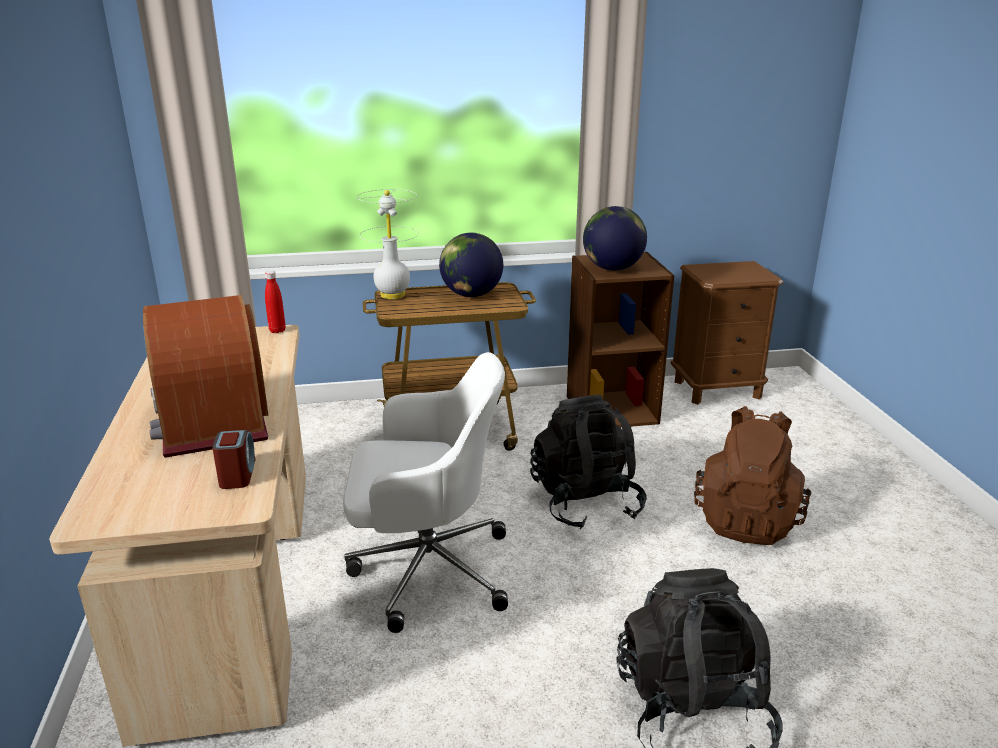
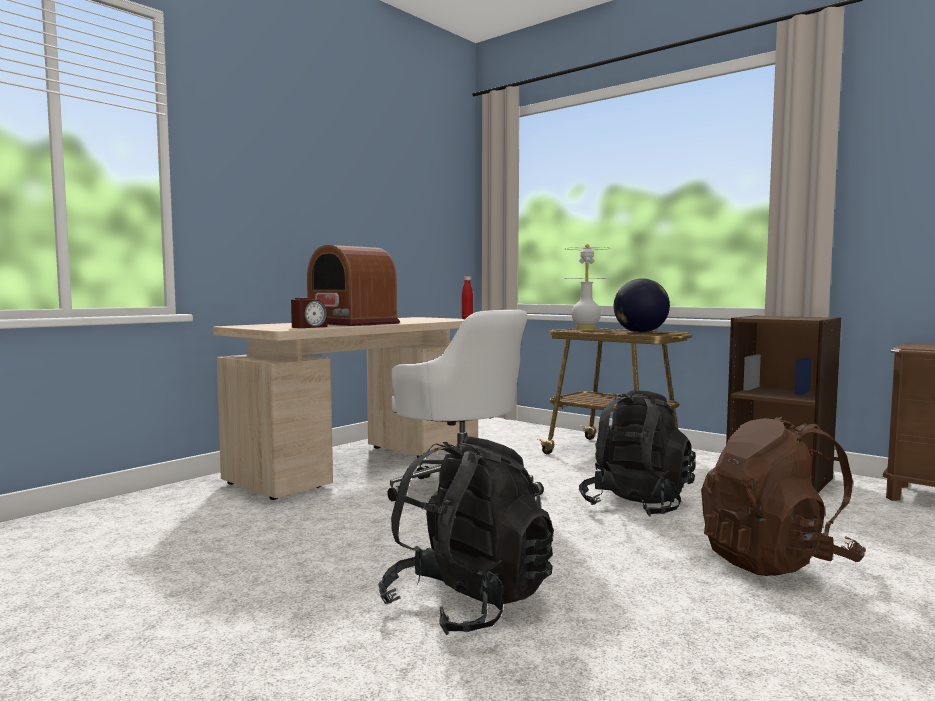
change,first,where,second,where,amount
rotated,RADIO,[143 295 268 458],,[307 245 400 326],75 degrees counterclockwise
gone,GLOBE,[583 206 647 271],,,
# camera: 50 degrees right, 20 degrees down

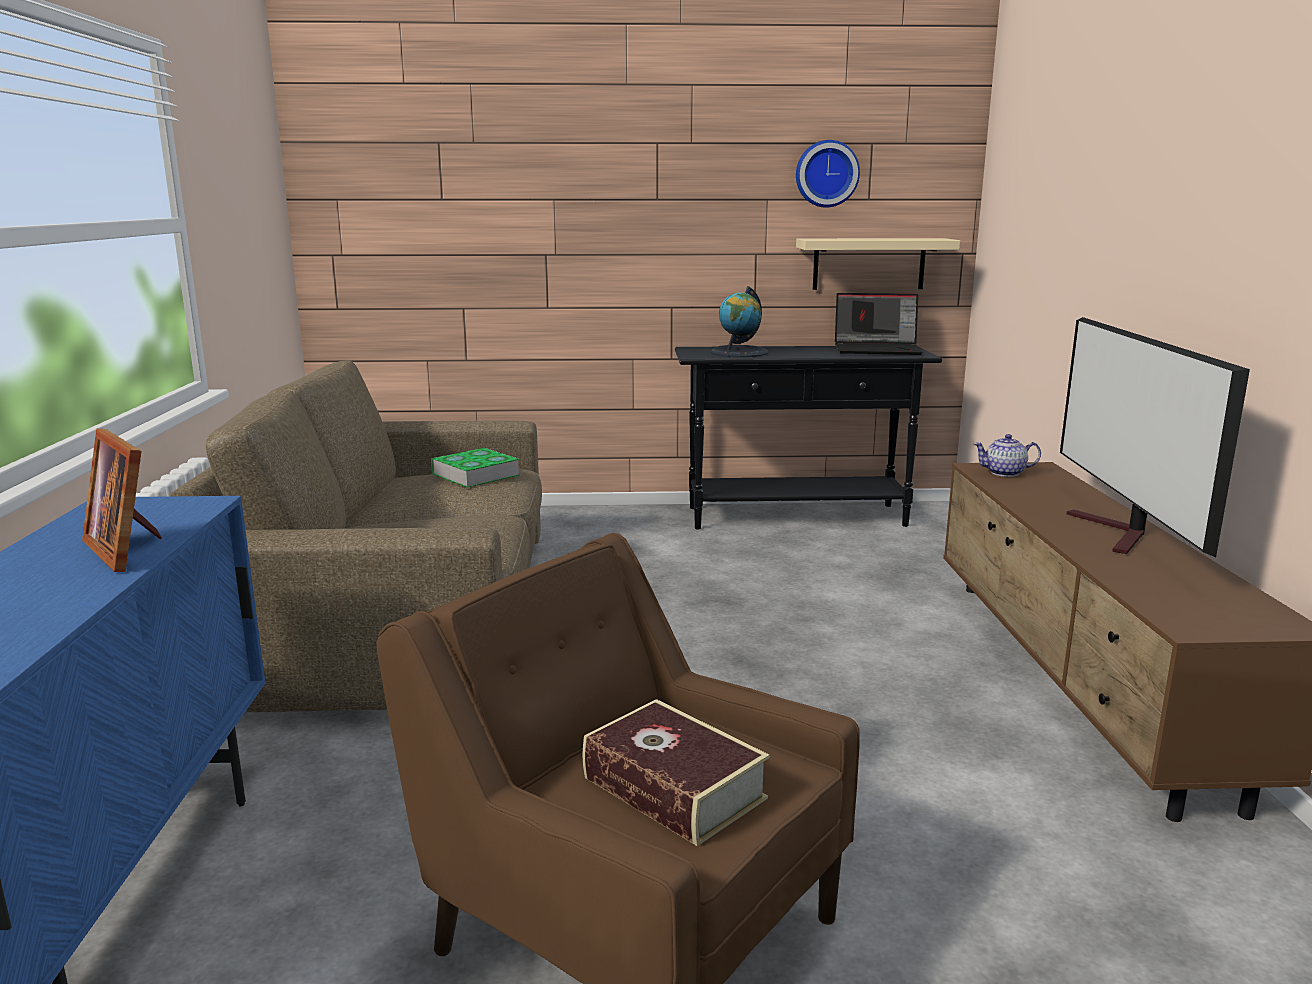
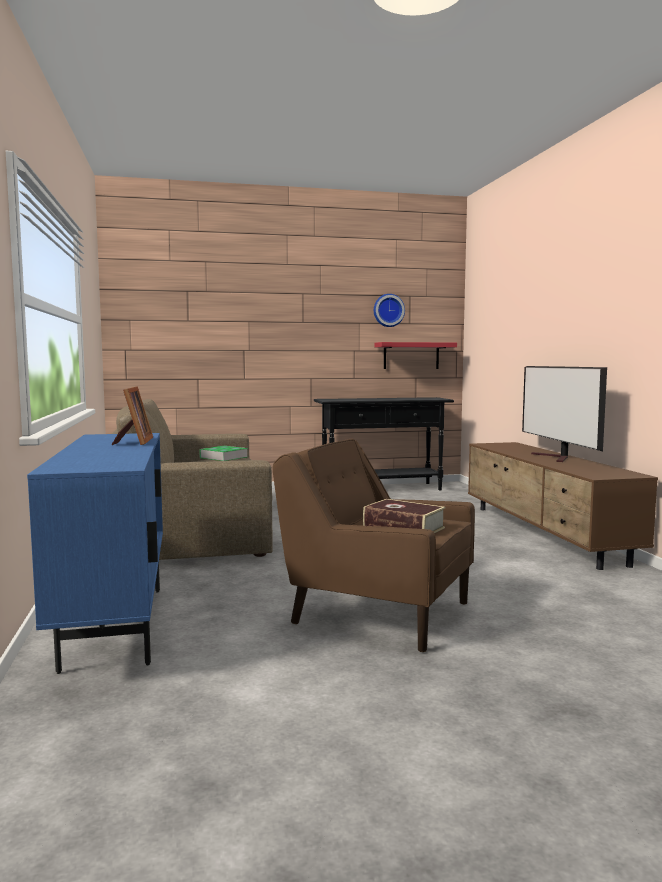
change,first,where,second,where,amount
rotated,PICTURE FRAME,[82 428 162 572],,[112 386 153 445],135 degrees counterclockwise
gone,GLOBE,[710 286 769 357],,,
repainted,BEIGE SHELF,[796 238 960 290],RED SHELF,[375 342 457 369],
gone,LAPTOP,[835 293 923 355],,,
gone,TEAPOT,[974 434 1041 477],,,
# camera: 10 degrees left, 10 degrees down

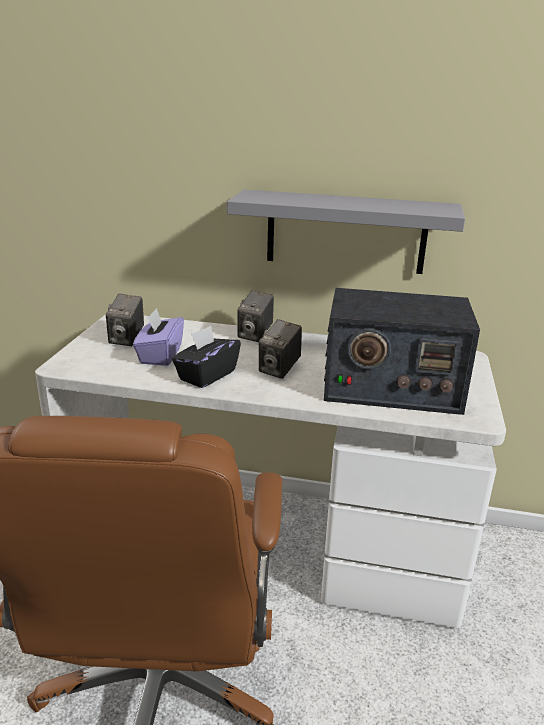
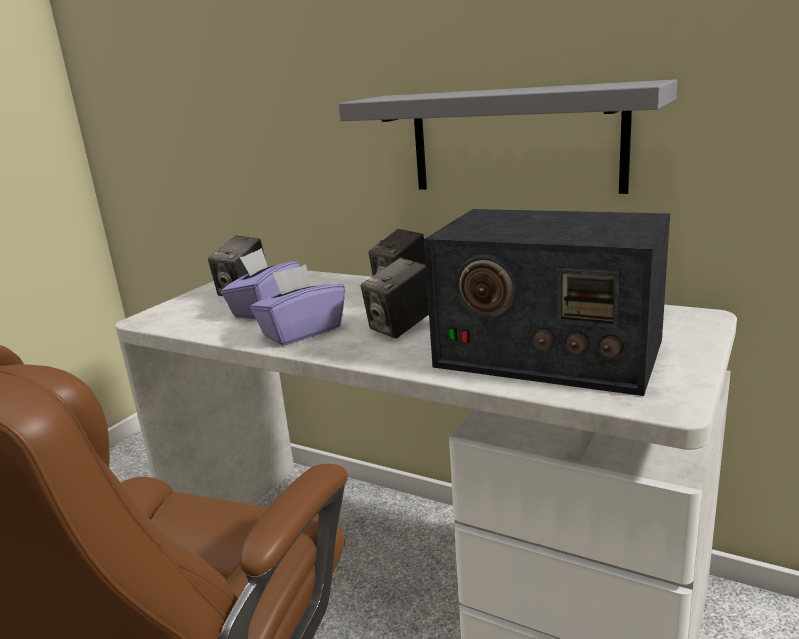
change,first,where,second,where,amount
repainted,BLACK TISSUE BOX,[172 326 241 388],PURPLE TISSUE BOX,[250 265 345 346],
# camera: 20 degrees right, 5 degrees down

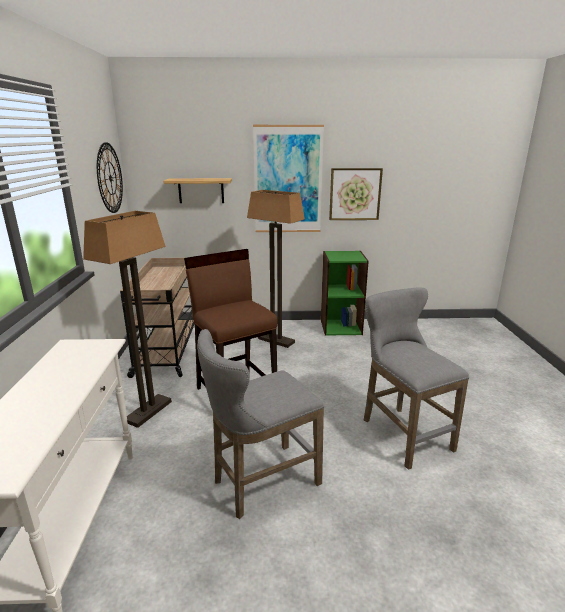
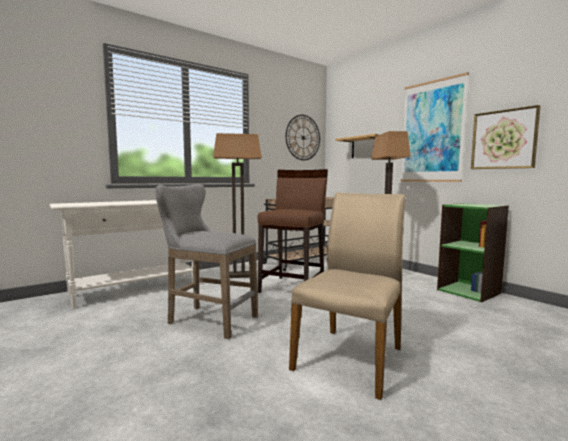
change,first,where,second,where,amount
swapped,GREY STOOL,[364 288 469 470],BEIGE CHAIR,[289 192 405 400],
# camera: 55 degrees right, 15 degrees down

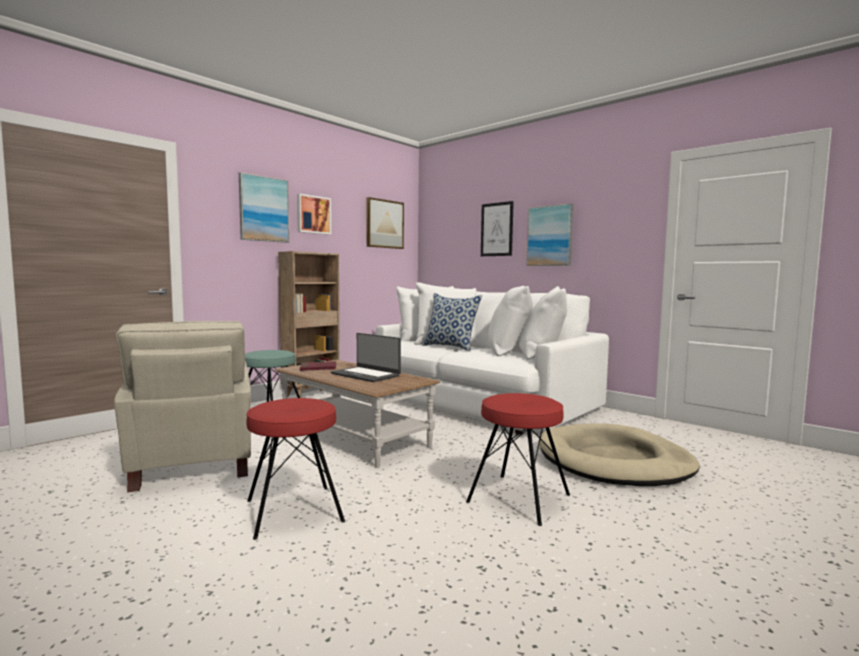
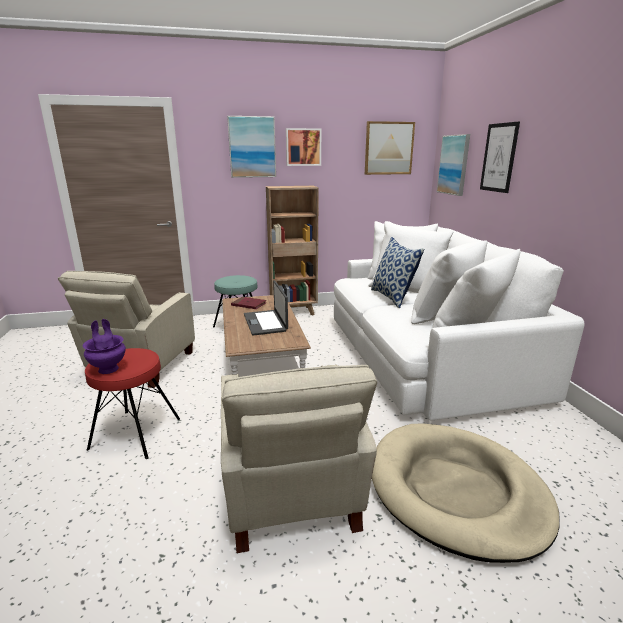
change,first,where,second,where,amount
swapped,RED STOOL,[466 393 570 526],BEIGE ARMCHAIR,[221 364 377 553],
shifted,PICTURE,[526 203 573 266],,[437 134 470 196],
new,,,PURPLE VASE,[83 319 126 374],
# camera: 35 degrees right, 15 degrees up

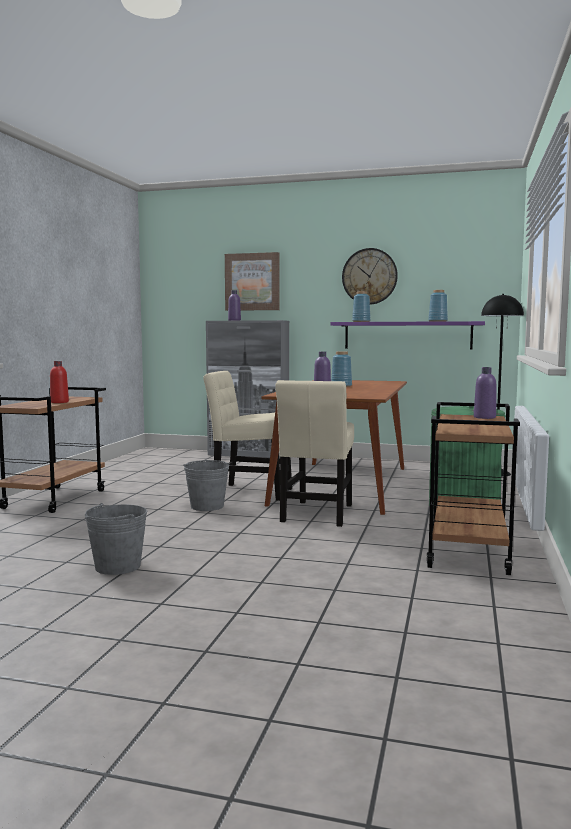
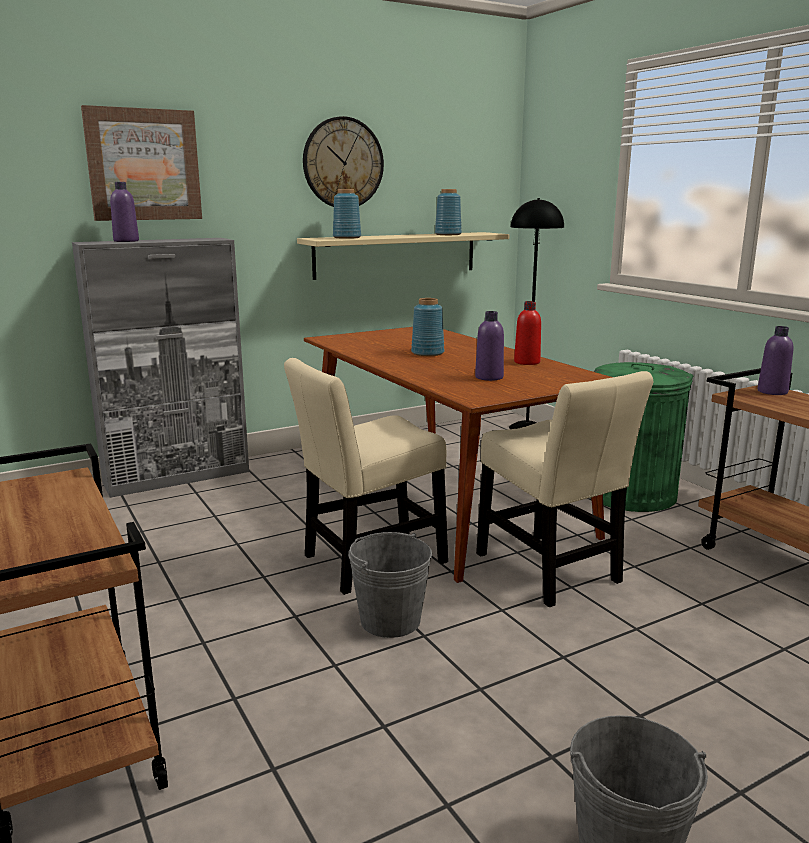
change,first,where,second,where,amount
shifted,RED BOTTLE,[50 361 69 403],,[514 301 541 365],
repainted,PURPLE SHELF,[330 321 485 349],BEIGE SHELF,[297 232 509 280],
# camera: 45 degrees left, 10 degrees up

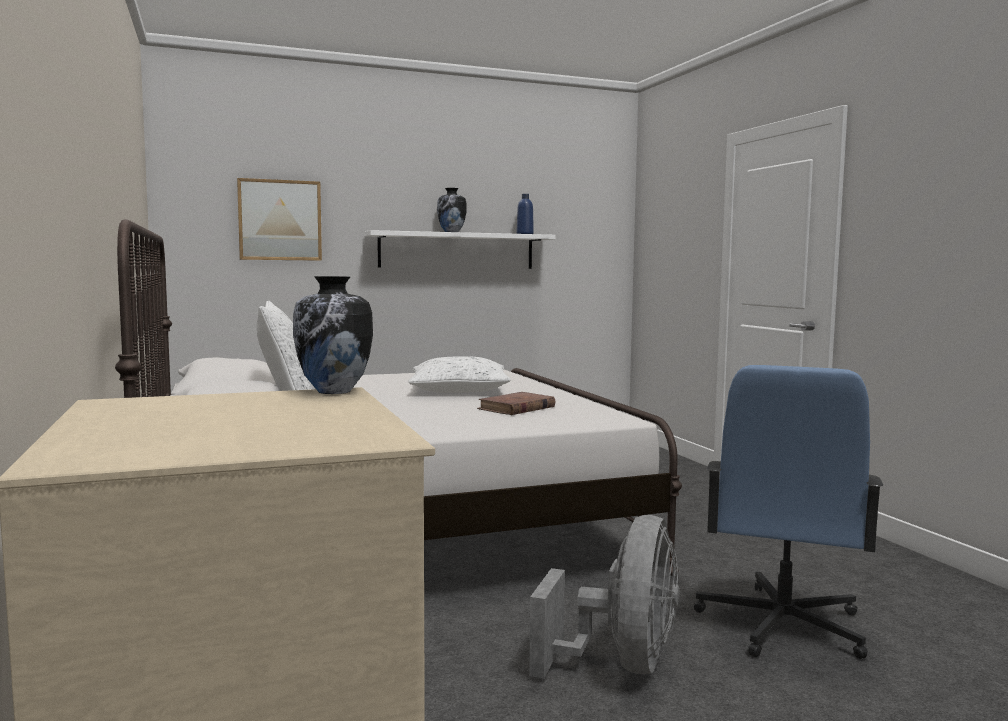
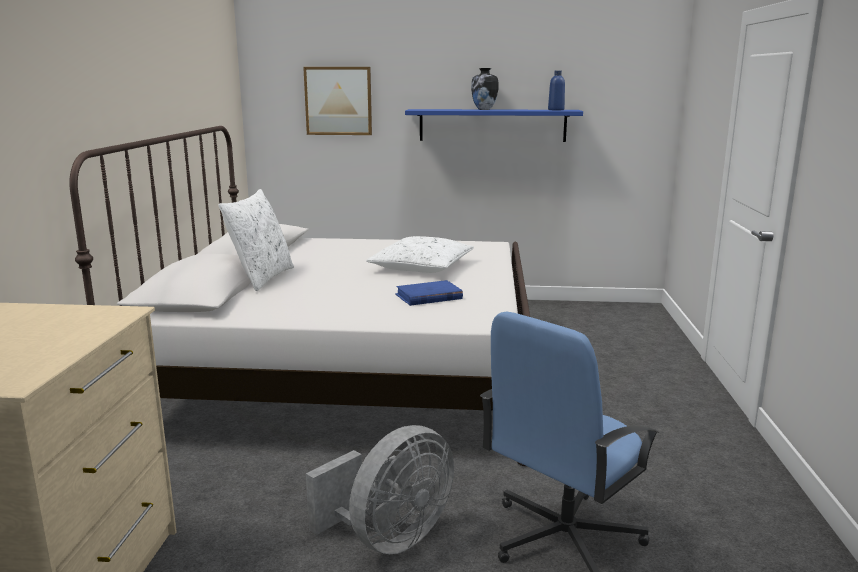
change,first,where,second,where,amount
gone,VASE,[293 276 373 394],,,
repainted,WHITE SHELF,[364 230 556 269],BLUE SHELF,[405 109 583 142],
repainted,BROWN BOOK,[477 392 555 415],BLUE BOOK,[395 280 463 306],
# camera: 25 degrees right, 10 degrees up

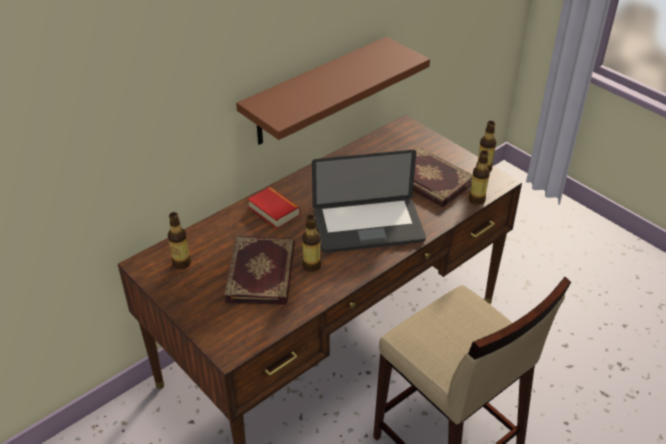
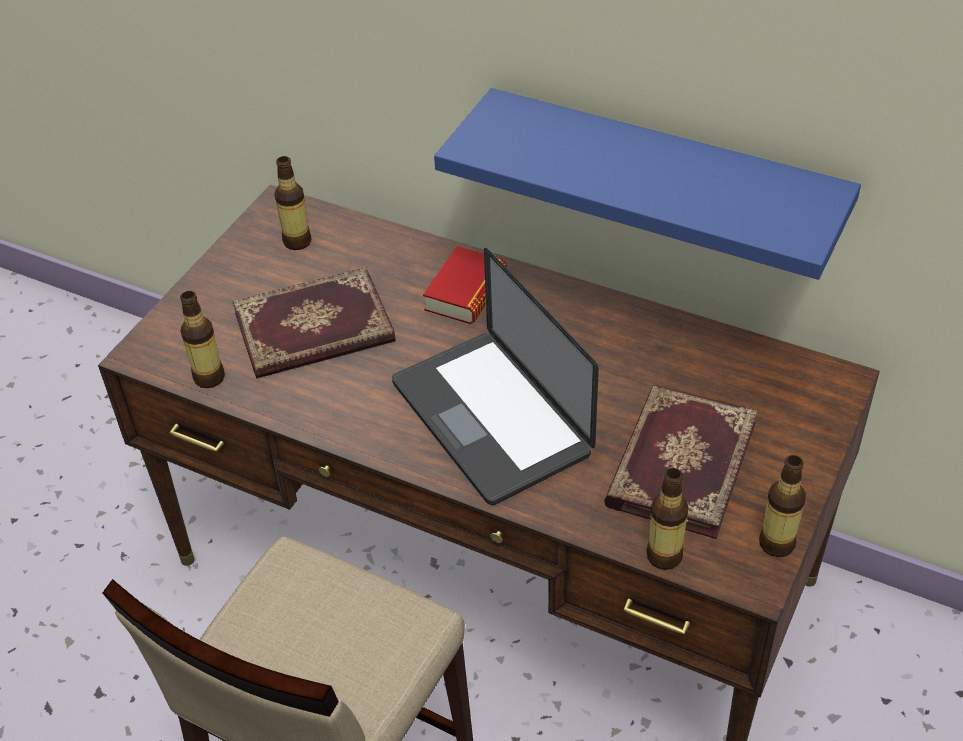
change,first,where,second,where,amount
repainted,BROWN SHELF,[236 37 430 145],BLUE SHELF,[434 88 861 280],
shifted,BOTTLE,[302 215 321 272],,[180 291 225 388],
# camera: 70 degrees right, 5 degrees up

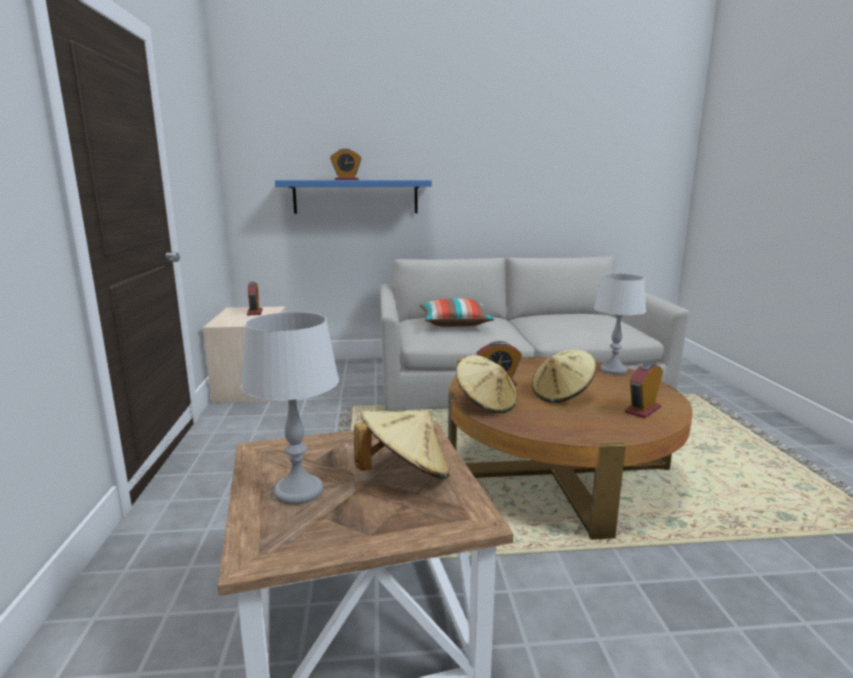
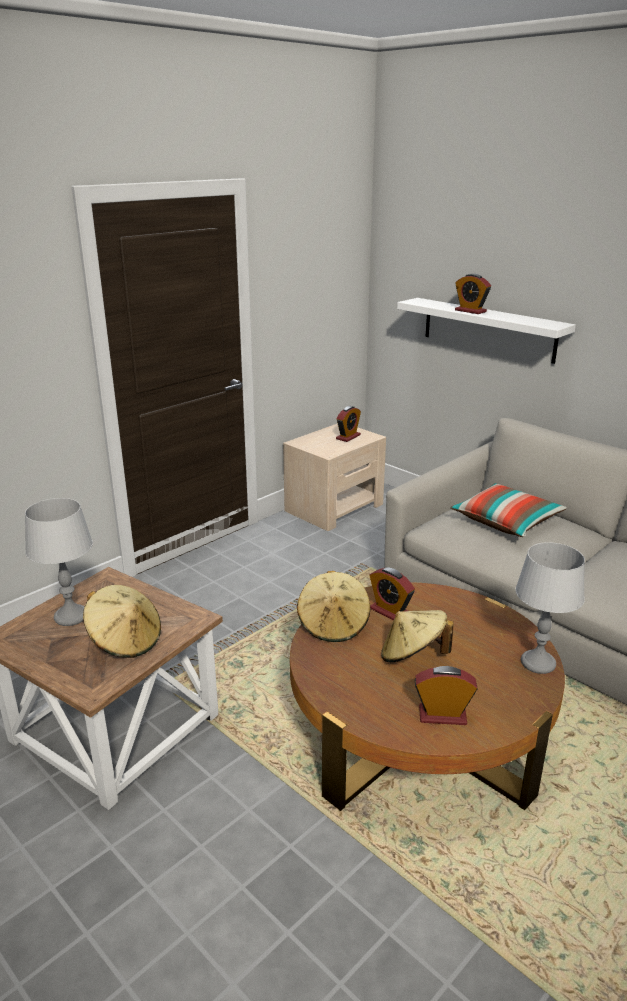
change,first,where,second,where,amount
repainted,BLUE SHELF,[275 180 432 214],WHITE SHELF,[397 298 576 364],
# camera: 50 degrees right, 10 degrees up

